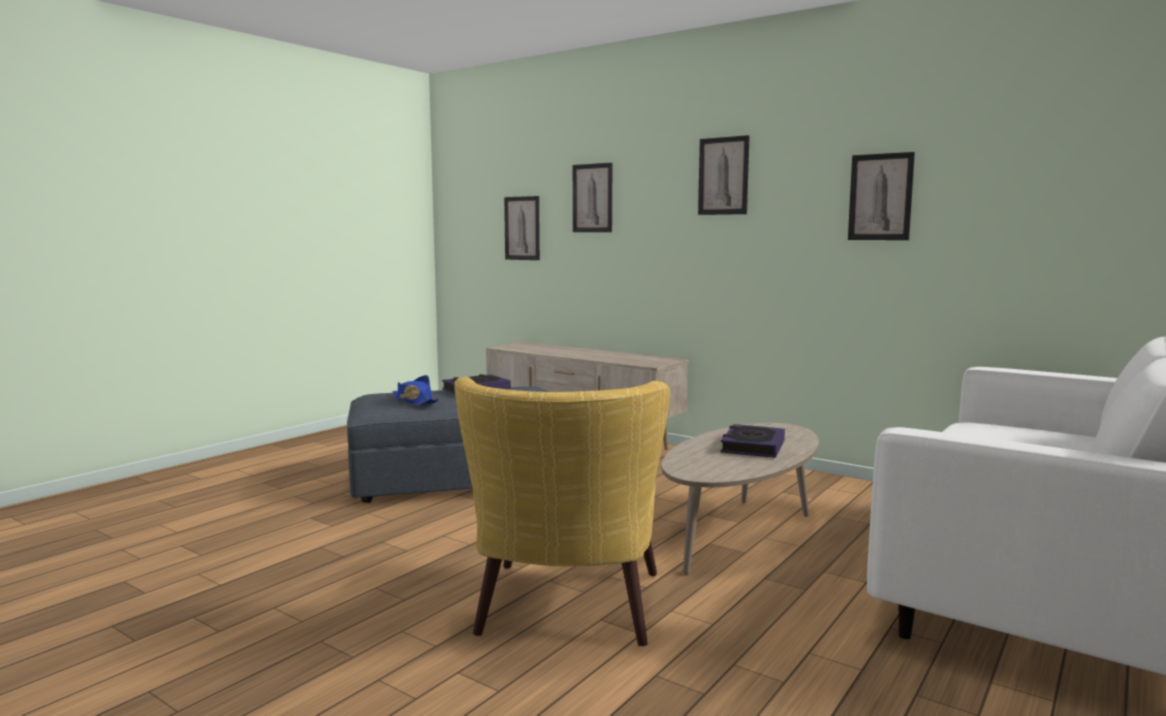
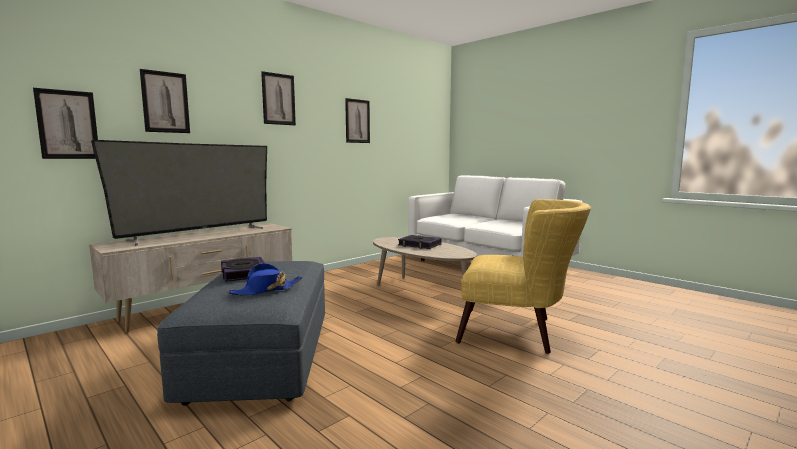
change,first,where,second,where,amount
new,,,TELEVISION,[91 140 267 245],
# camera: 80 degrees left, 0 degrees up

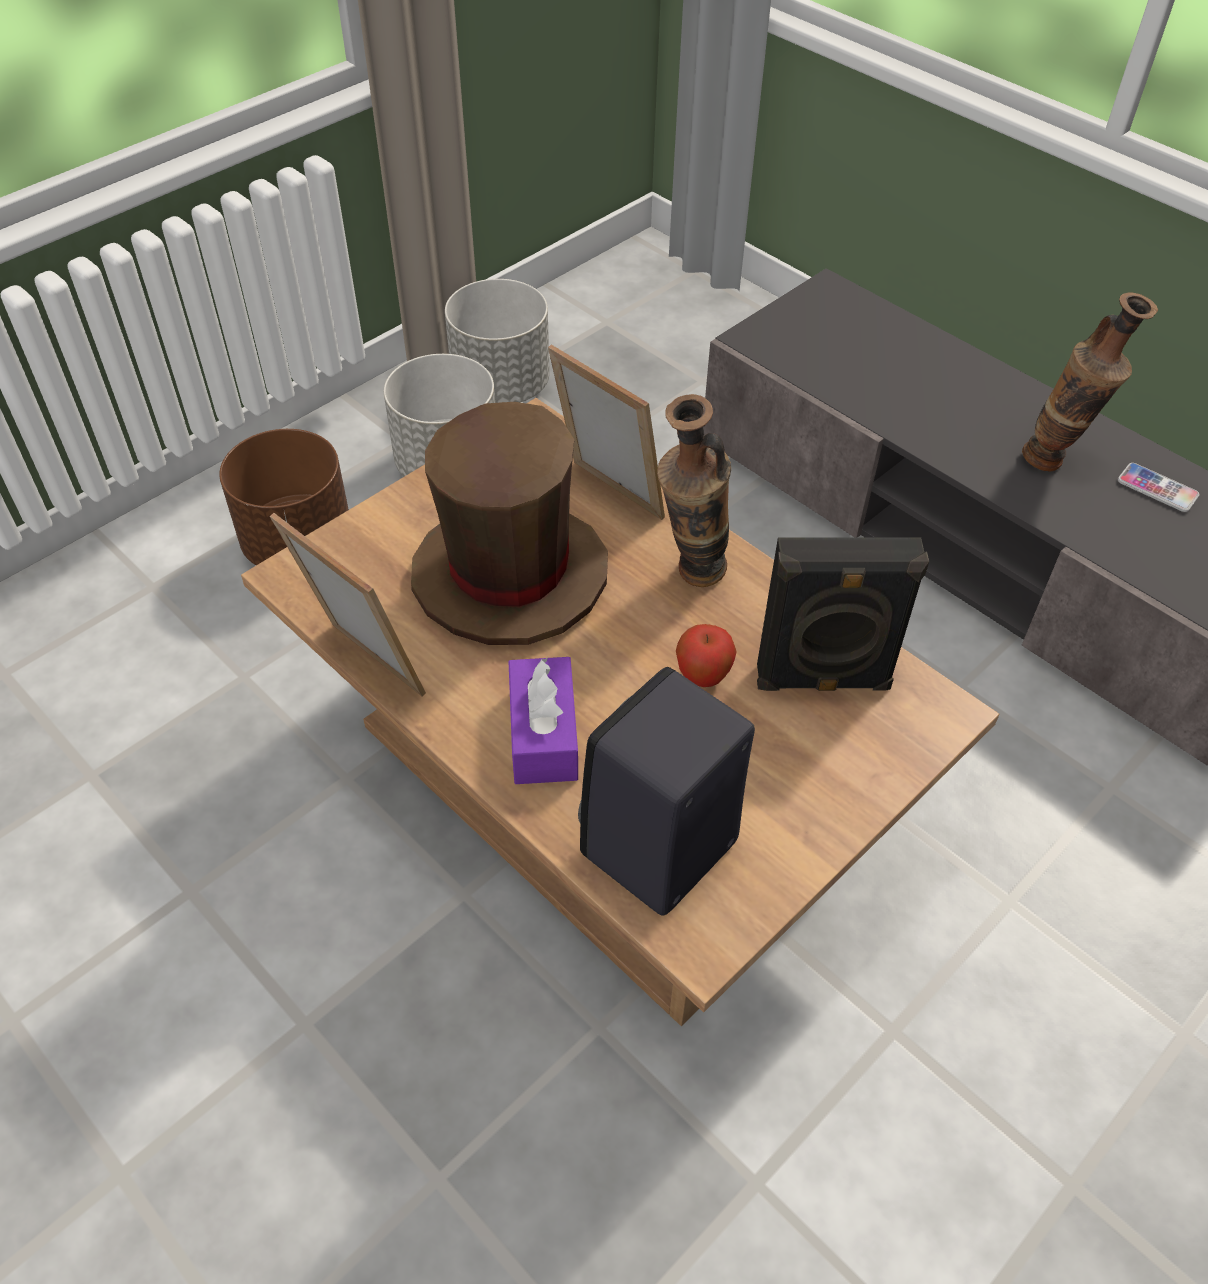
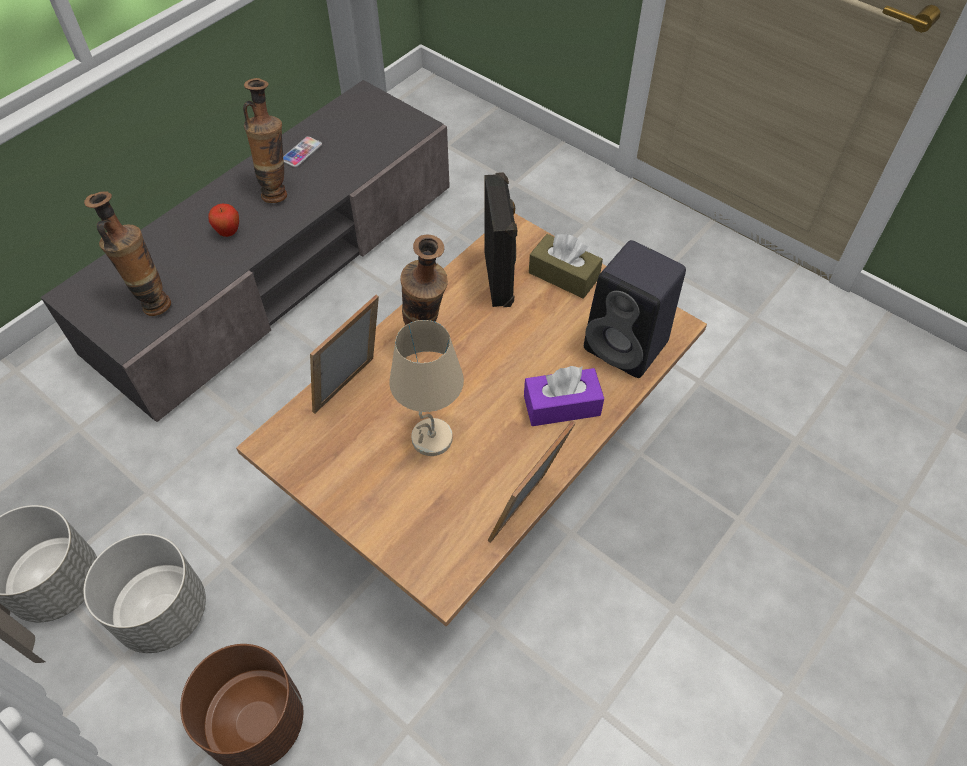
change,first,where,second,where,amount
swapped,BROWN HAT,[411 402 608 645],BEIGE TABLE LAMP,[389 320 464 456],
shifted,APPLE,[676 624 737 687],,[208 204 239 237],
new,,,VASE,[84 191 171 316],
new,,,BROWN TISSUE BOX,[529 234 603 299],
# camera: 95 degrees left, 5 degrees up

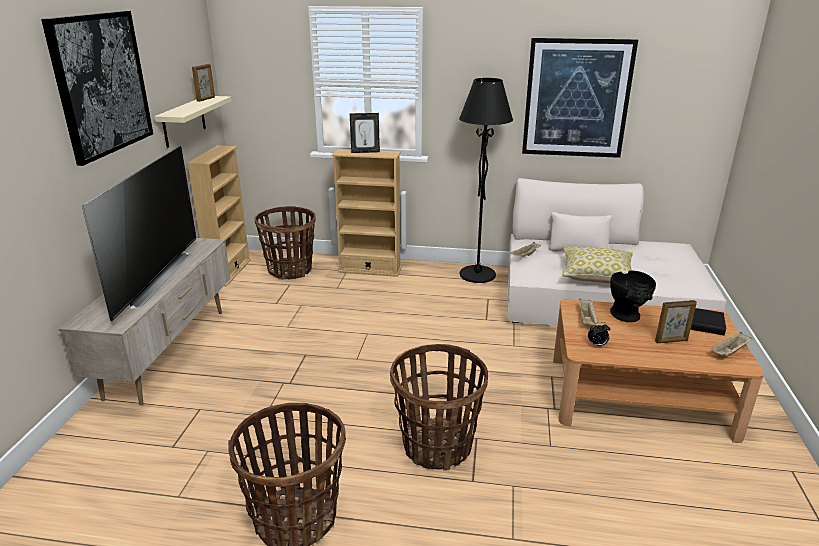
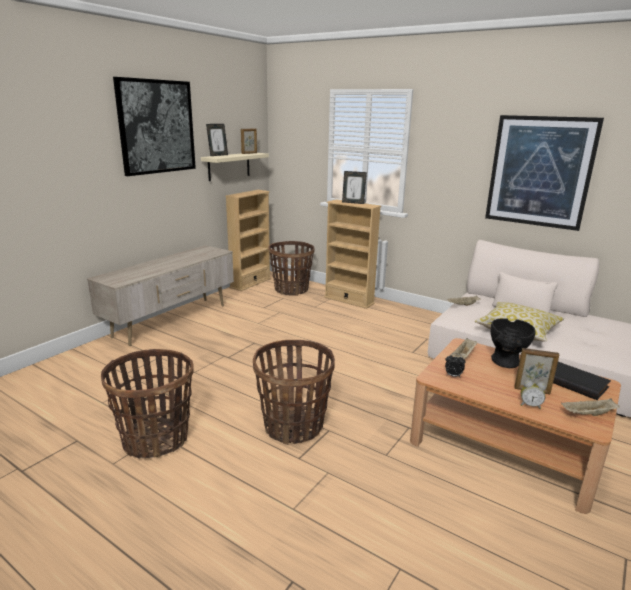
change,first,where,second,where,amount
gone,TELEVISION,[82 146 197 322],,,
gone,BLACK FLOOR LAMP,[459 78 513 283],,,
new,,,PICTURE FRAME,[206 124 228 156],
new,,,ALARM CLOCK,[521 380 546 409],
# camera: 25 degrees right, 5 degrees down

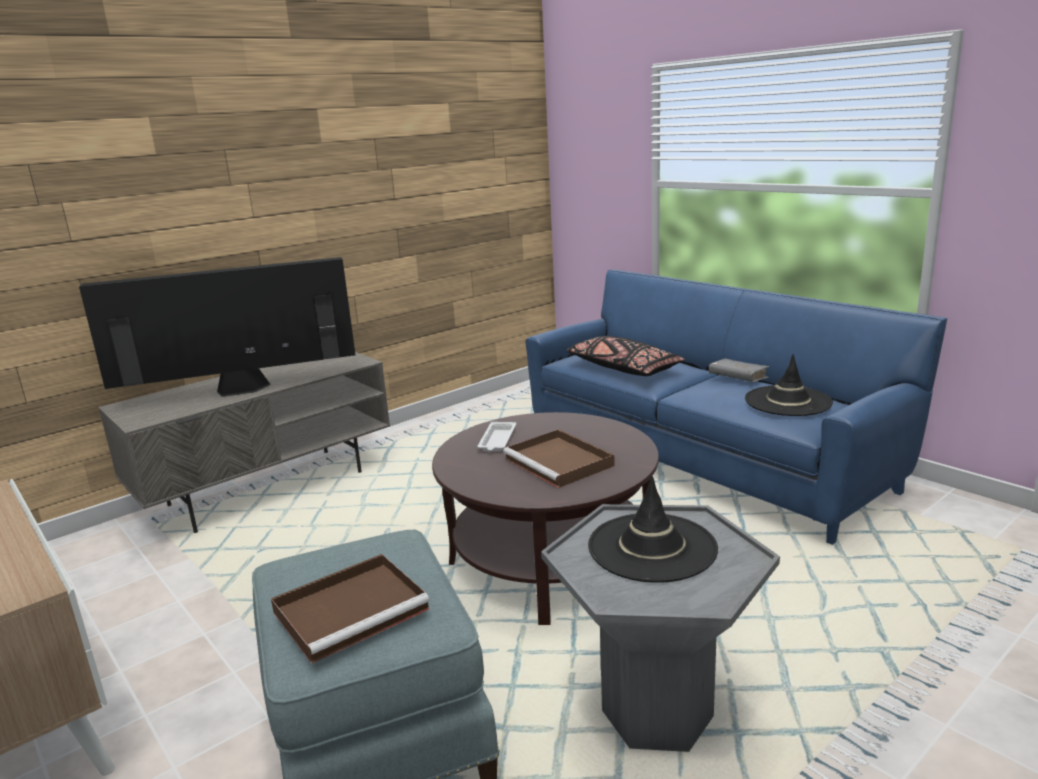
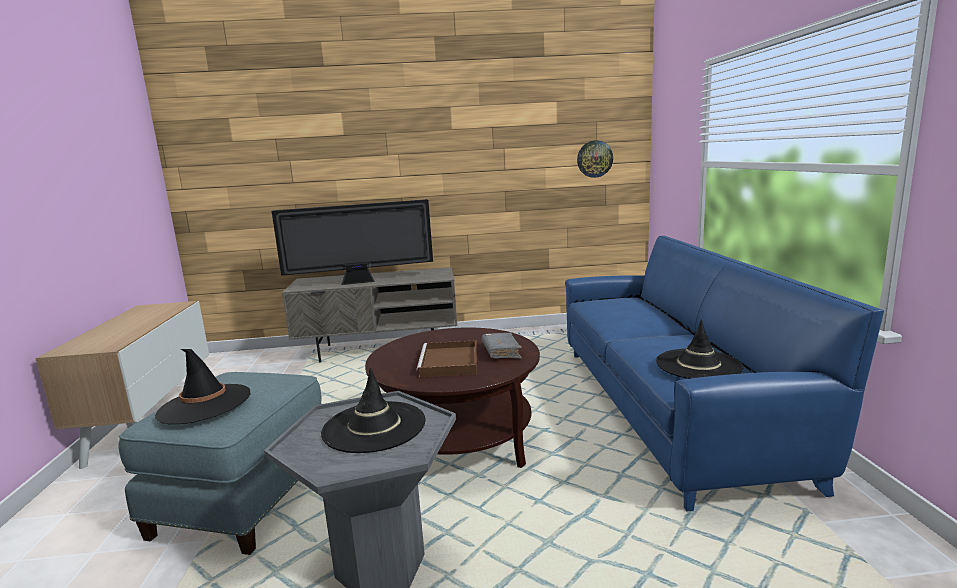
change,first,where,second,where,amount
rotated,TELEVISION,[79 257 355 397],,[272 199 433 285],150 degrees clockwise
swapped,BROWN TRAY,[271 554 430 664],BLACK HAT,[155 349 250 424],
gone,WHITE TRAY,[477 422 516 451],,,
gone,BLACK PILLOW,[567 336 685 376],,,
shifted,GREY BOOK,[709 358 769 382],,[482 333 522 358],
new,,,WALL CLOCK,[577 140 613 178],
# camera: 35 degrees right, 5 degrees down

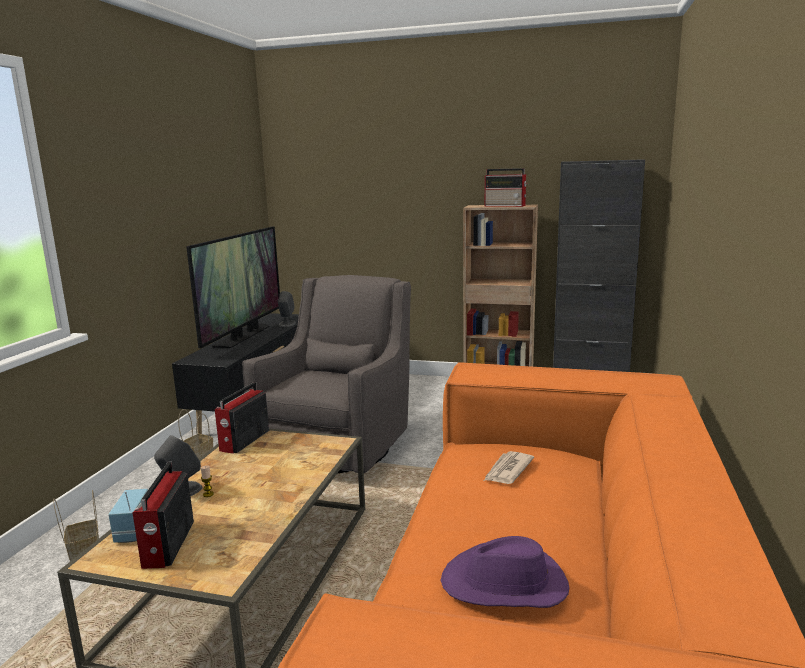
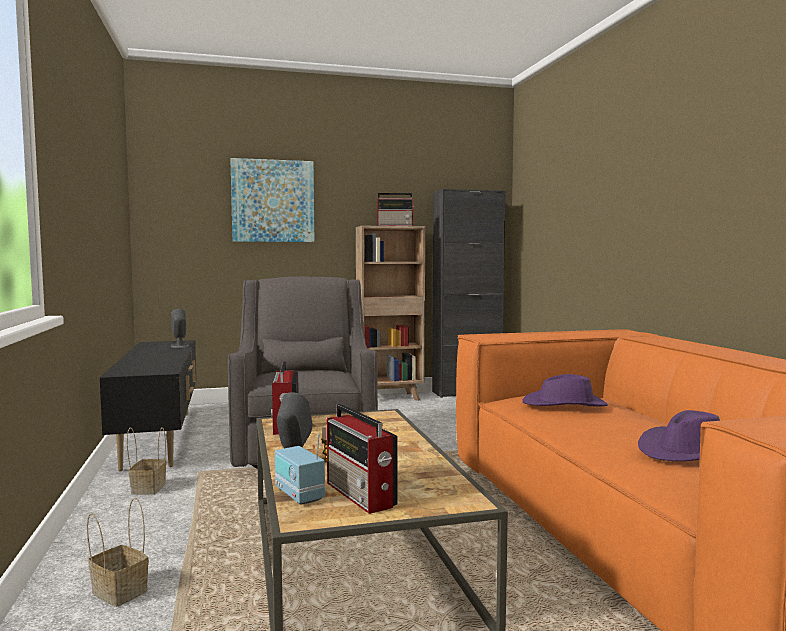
change,first,where,second,where,amount
gone,TELEVISION,[186 226 280 348],,,
swapped,NEWSPAPER,[484 451 534 484],PURPLE HAT,[522 374 608 406],
new,,,PICTURE,[230 158 314 242],
# camera: 30 degrees left, 10 degrees down

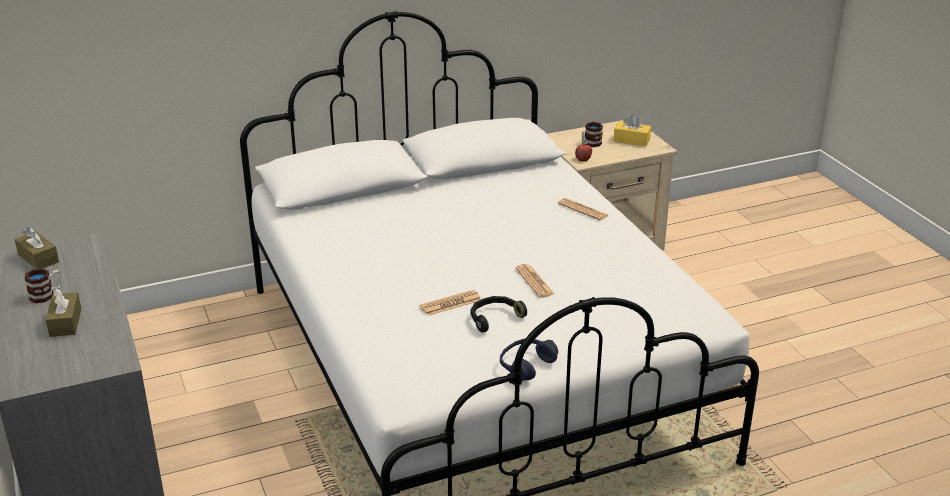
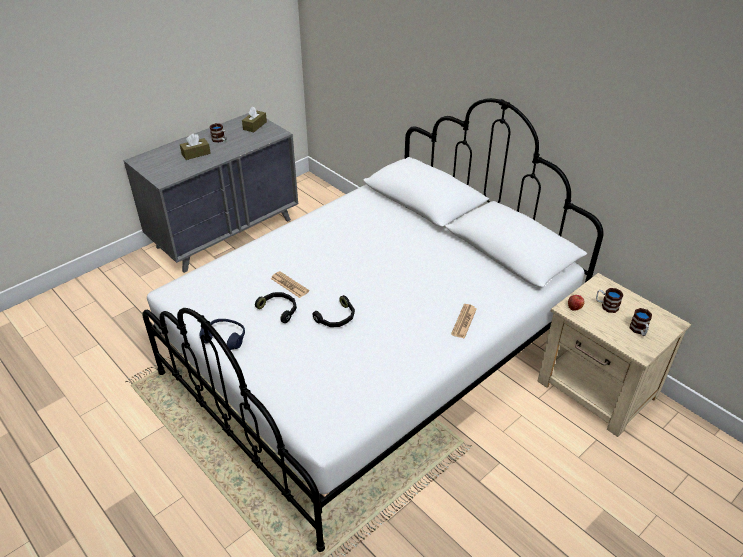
change,first,where,second,where,amount
swapped,NEWSPAPER,[515 264 555 298],BLACK HEADPHONES,[312 295 355 327],
swapped,YELLOW TISSUE BOX,[614 114 651 146],MUG,[630 308 652 336],
# camera: 70 degrees right, 10 degrees up

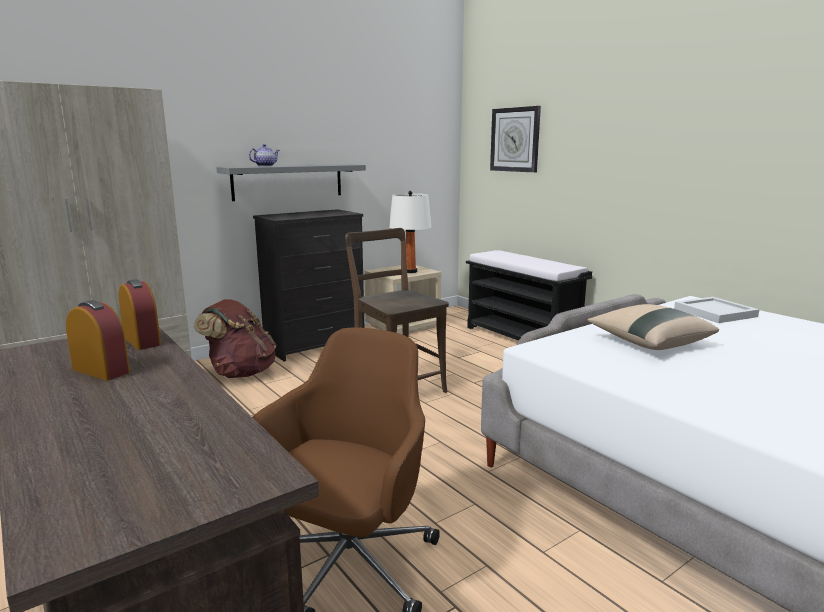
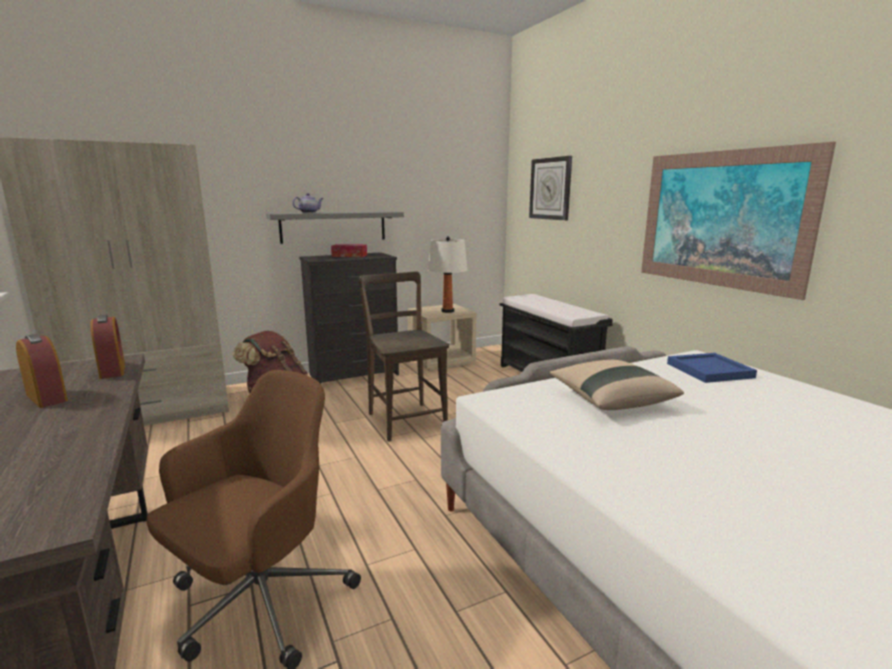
change,first,where,second,where,amount
repainted,WHITE TRAY,[674 297 759 323],BLUE TRAY,[667 353 757 383],
new,,,TISSUE BOX,[331 244 367 257],
new,,,PICTURE,[641 142 836 300],
# camera: 10 degrees right, 0 degrees up

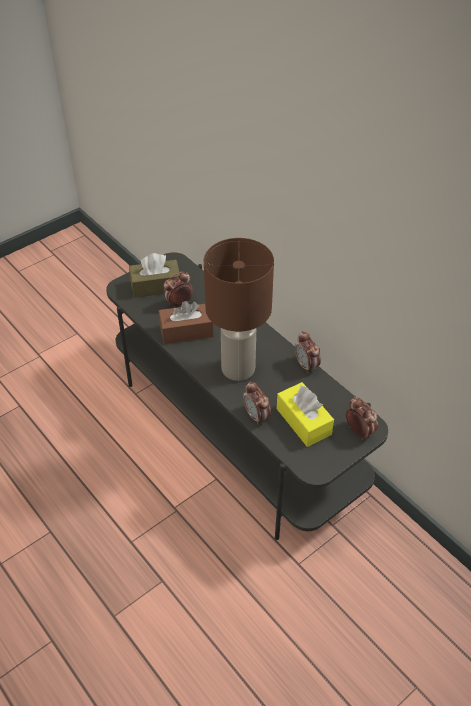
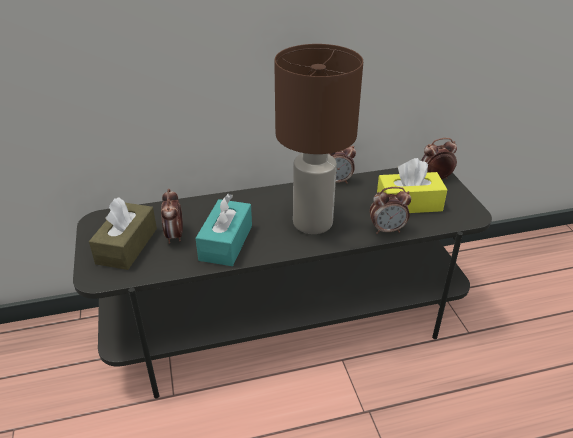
change,first,where,second,where,amount
repainted,BROWN TISSUE BOX,[159 301 214 344],TURQUOISE TISSUE BOX,[196 194 252 266],
# camera: 65 degrees left, 10 degrees down

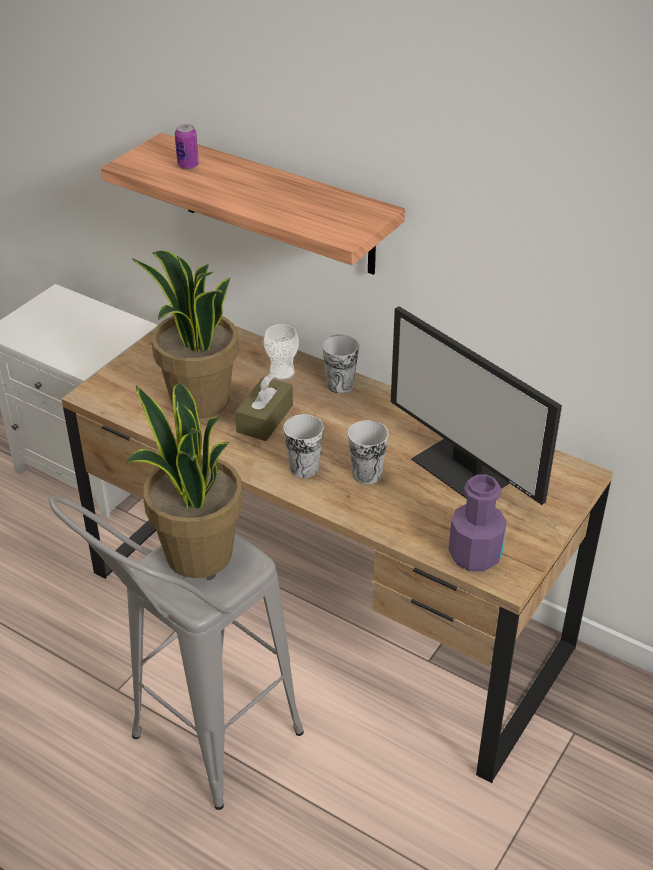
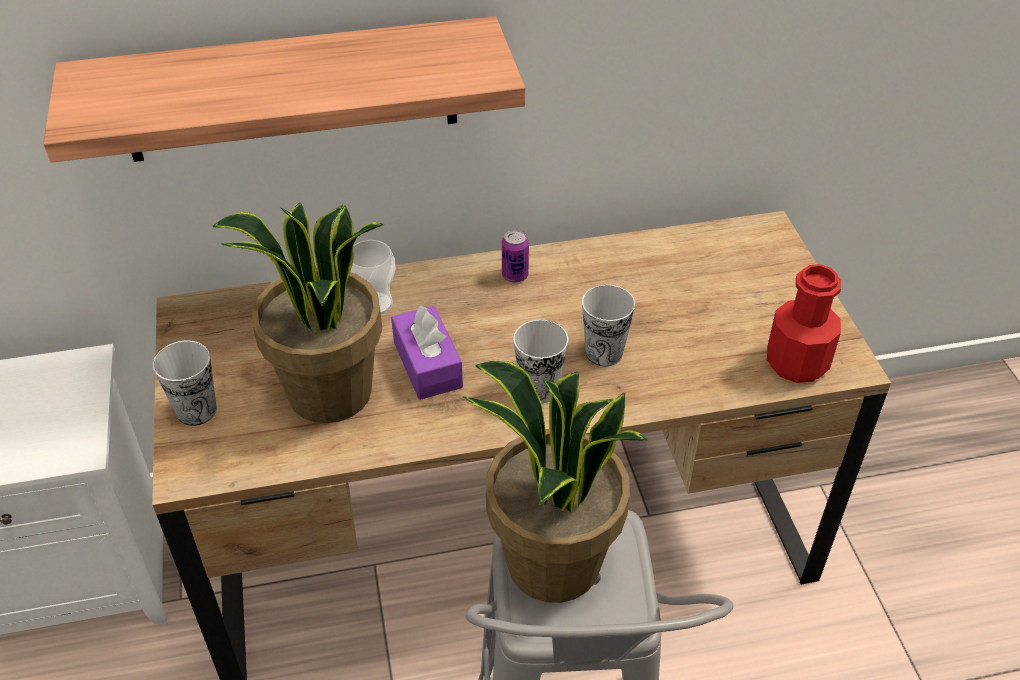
change,first,where,second,where,amount
shifted,CAN,[175 124 199 169],,[502 230 529 282],
repainted,BROWN TISSUE BOX,[235 374 293 441],PURPLE TISSUE BOX,[391 304 463 400],
shifted,CUP,[322 335 359 393],,[153 341 217 426],
gone,MONITOR,[391 306 562 505],,,
repainted,PURPLE BOTTLE,[448 474 507 572],RED BOTTLE,[767 264 841 383],
# camera: 45 degrees left, 5 degrees up

